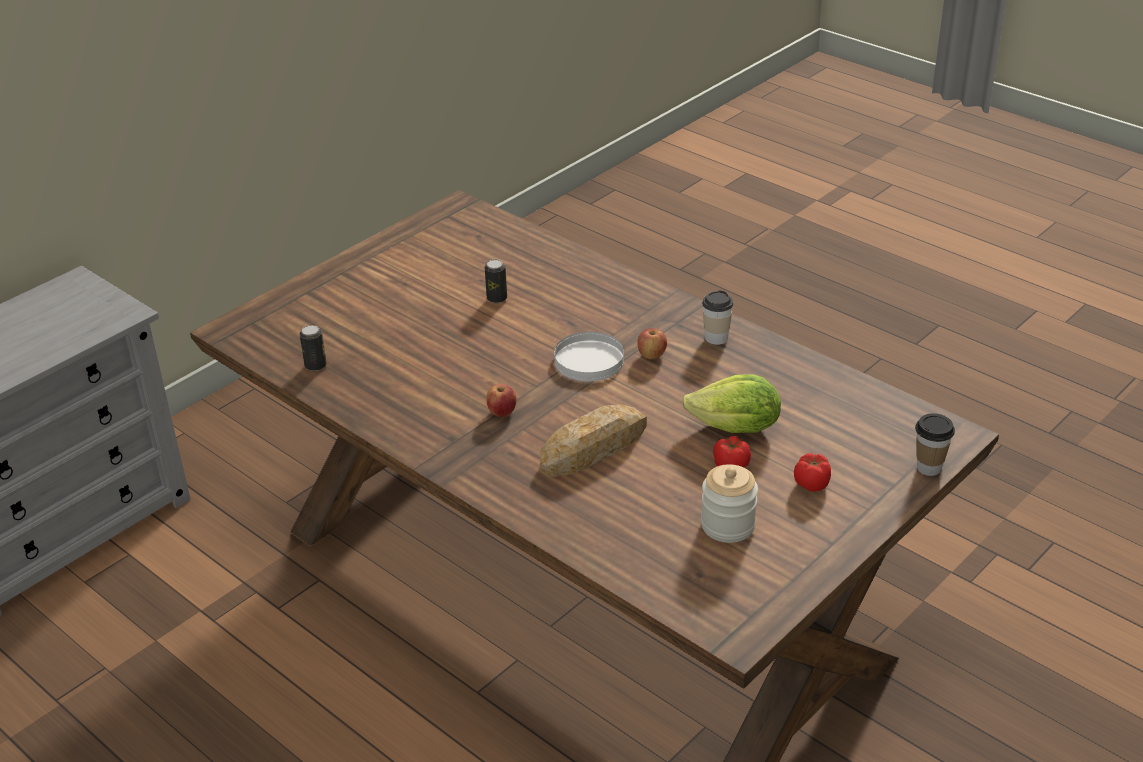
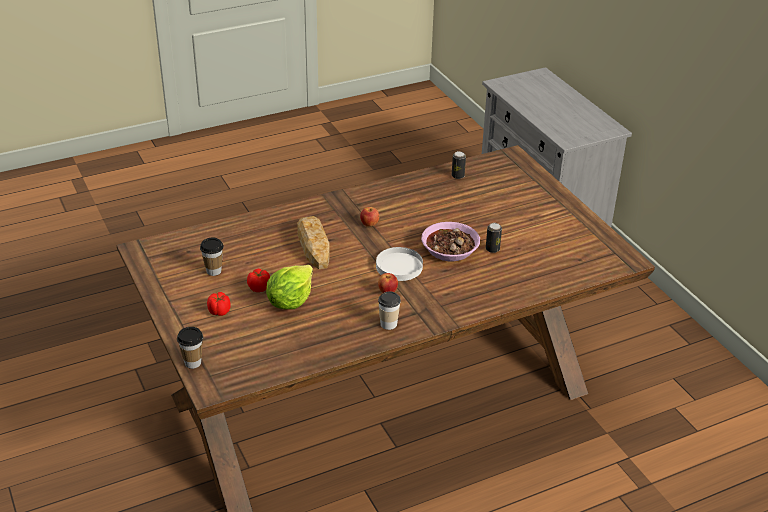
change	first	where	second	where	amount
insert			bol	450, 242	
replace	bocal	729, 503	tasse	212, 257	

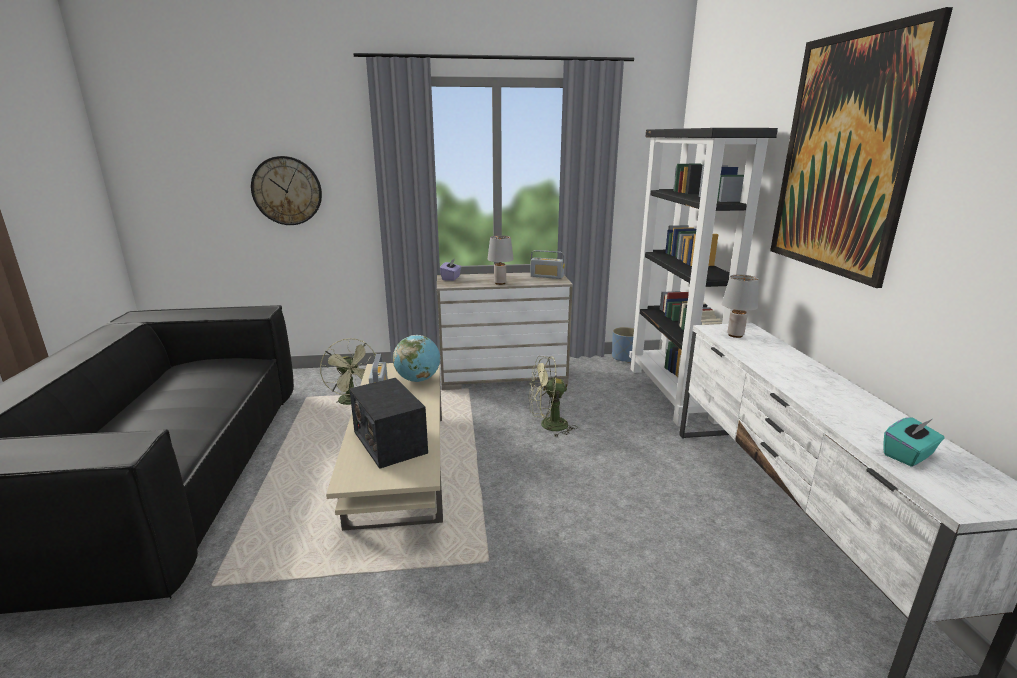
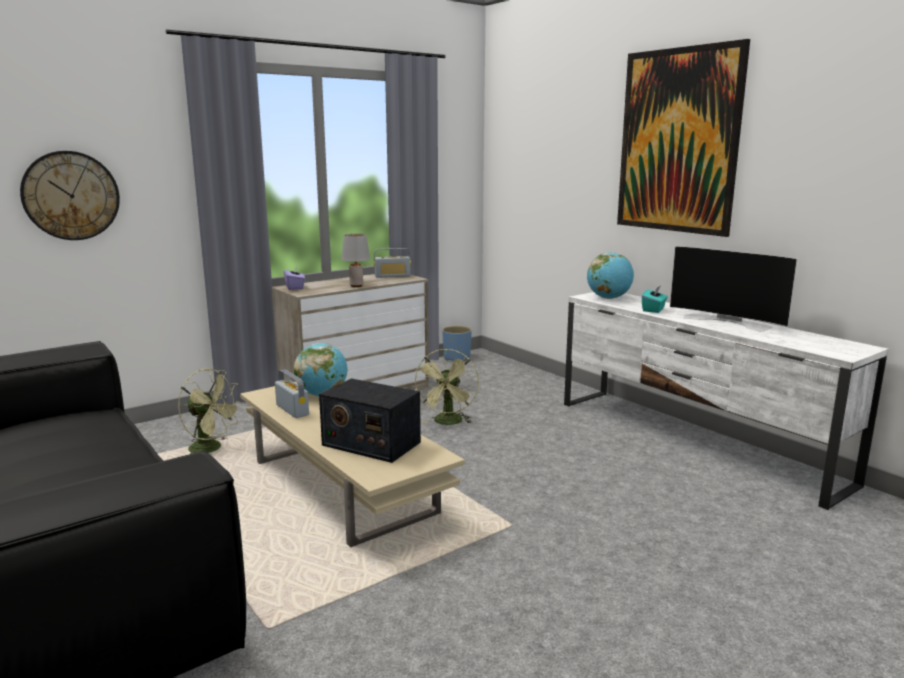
change	first	where	second	where	amount
delete	bibliothèque/noir	703, 277			
insert			téléviseur	733, 288	
move	boîte à mouchoirs/turquoise	914, 441		655, 299	
replace	lampe de table/gris	740, 306	globe	610, 275	
rotate	ventilateur/vert	553, 396		447, 387	45 degrees counterclockwise

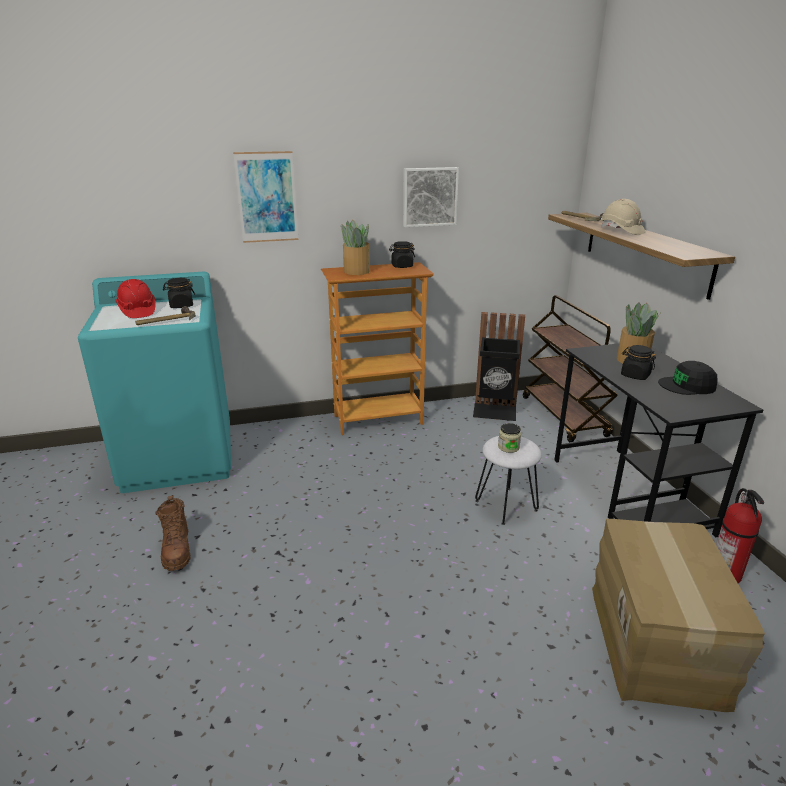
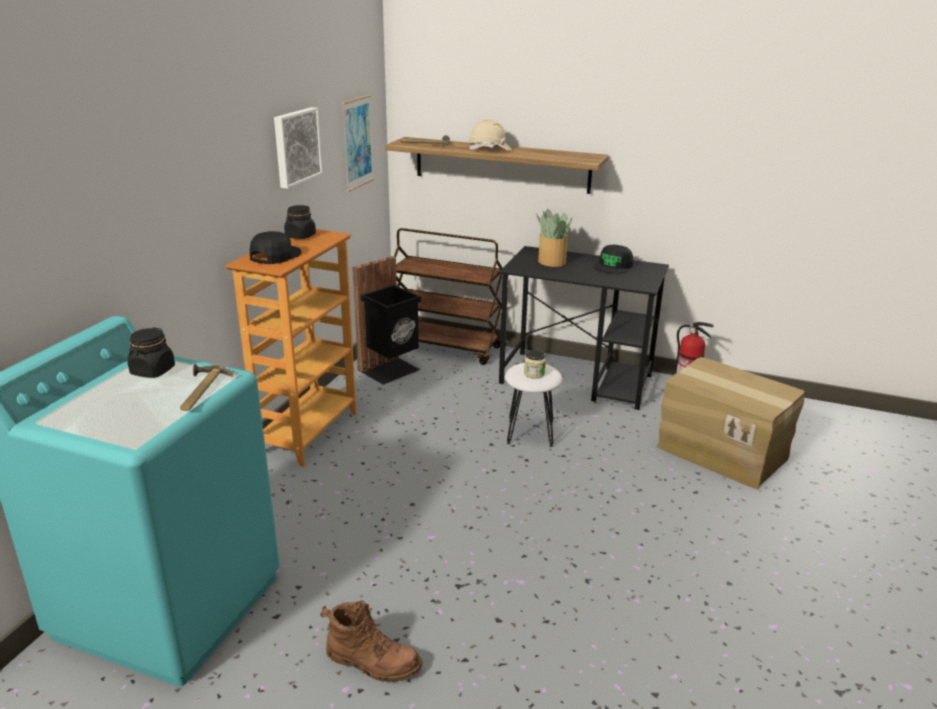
change	first	where	second	where	amount
delete	casque de chantier/rouge	135, 298			
delete	bocal/noir	638, 362			
move	tableau	266, 197		358, 143	
replace	plante en pot	355, 247	casquette/noir	276, 247	

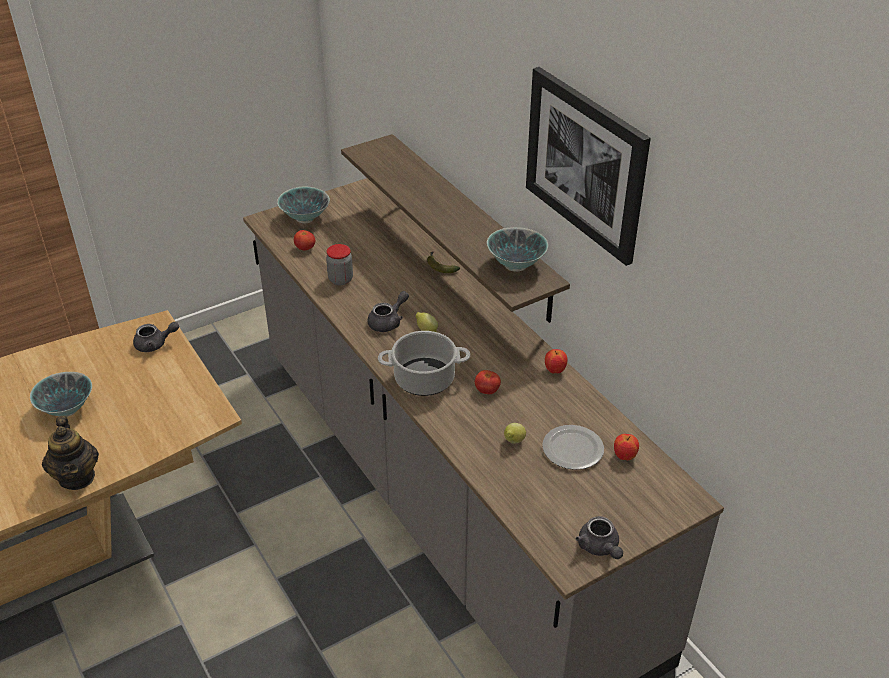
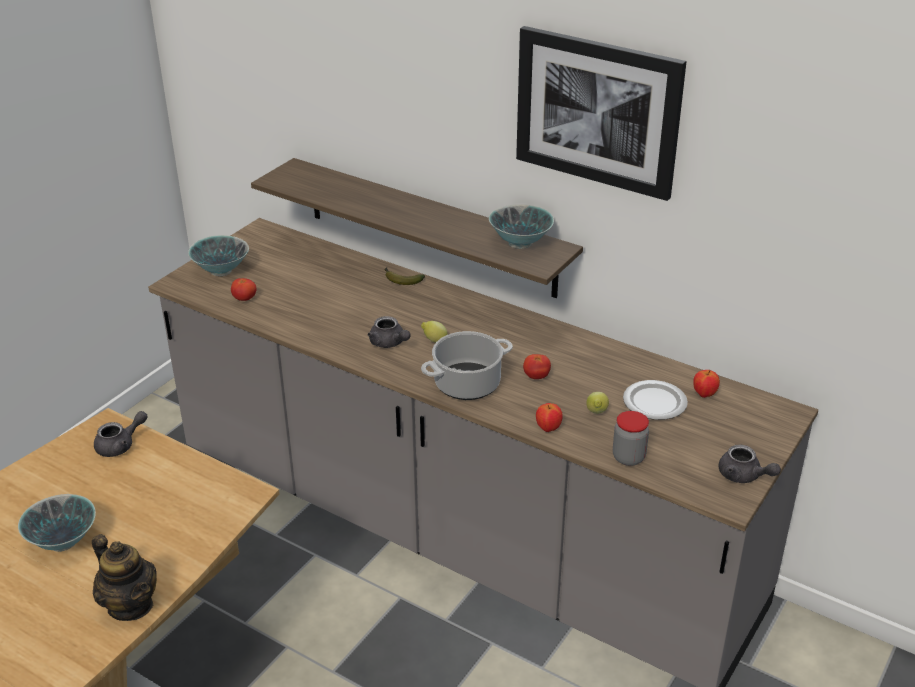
change	first	where	second	where	amount
move	bocal	339, 264		631, 438	
move	pomme	556, 361		549, 417	
rotate	théière/gris	388, 311		389, 332	120 degrees clockwise

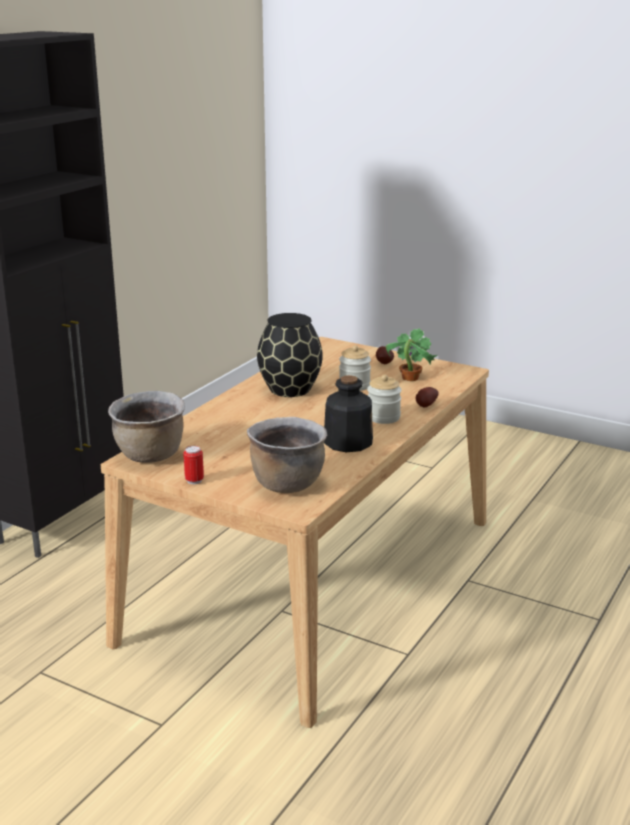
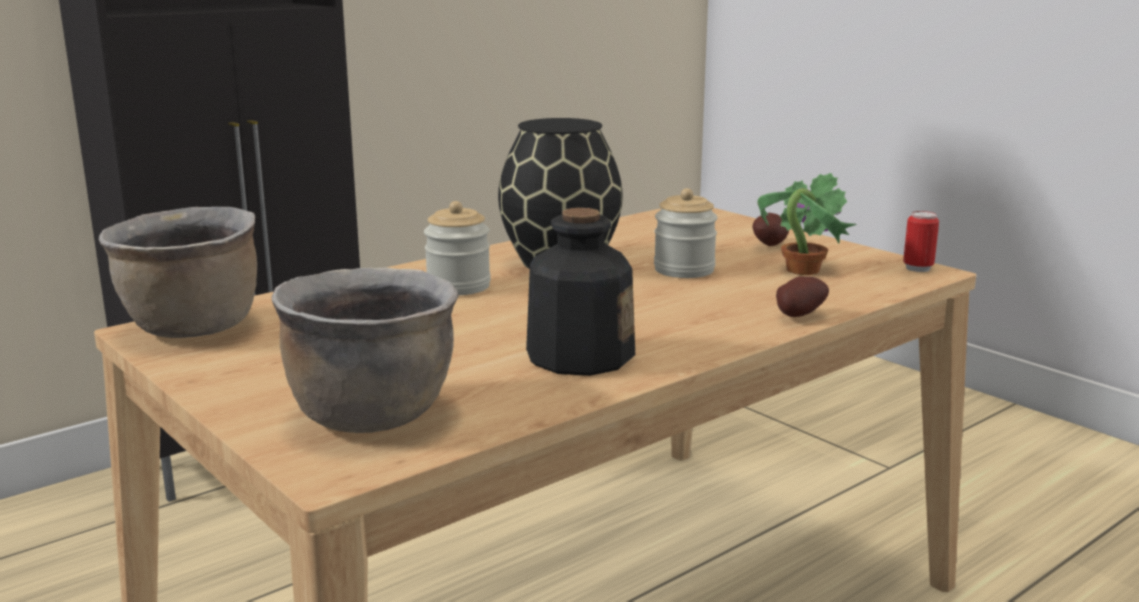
change	first	where	second	where	amount
move	boîte métallique	193, 465		921, 241	
move	bocal	384, 399		457, 248	

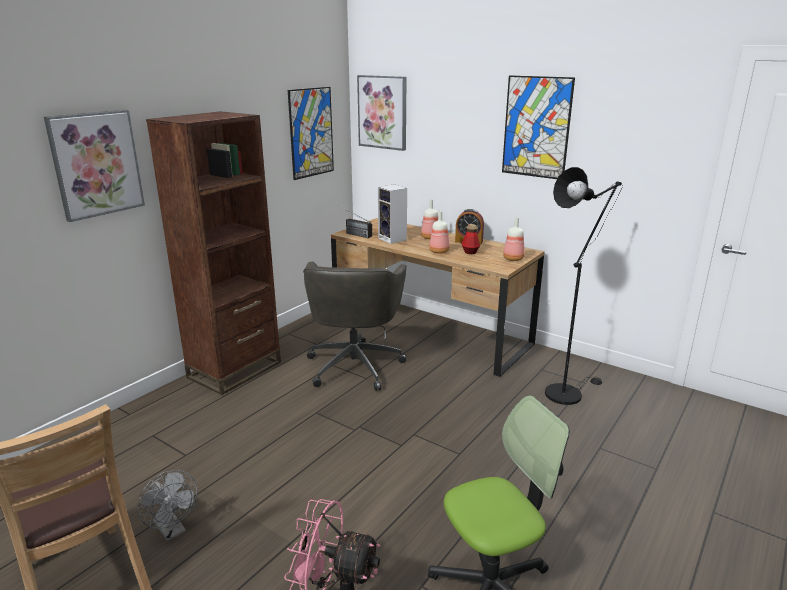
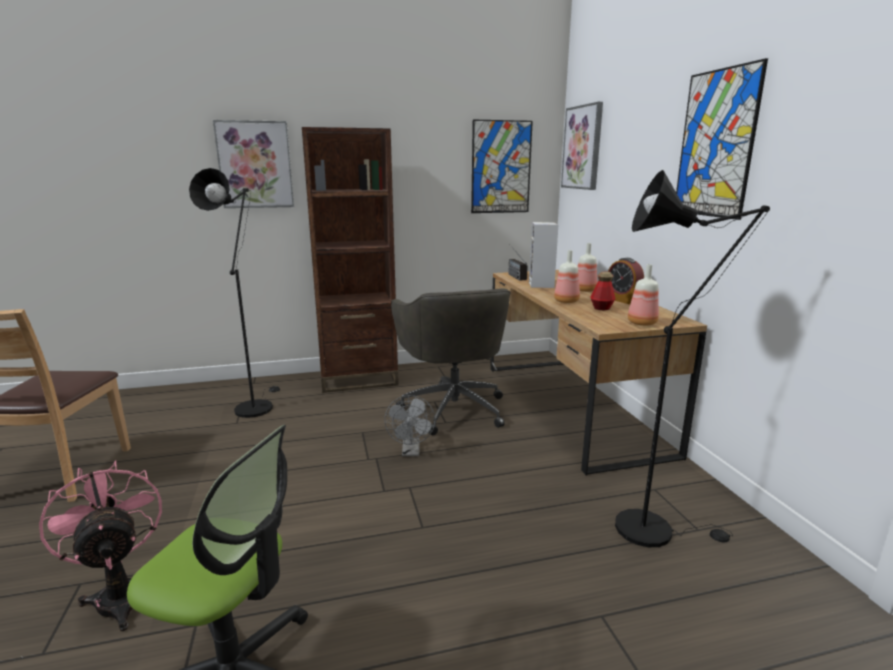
change	first	where	second	where	amount
insert			lampadaire/noir	234, 293	
move	ventilateur/gris	167, 505		409, 426	
rotate	chaise de bureau/gris	355, 326		450, 361	60 degrees counterclockwise

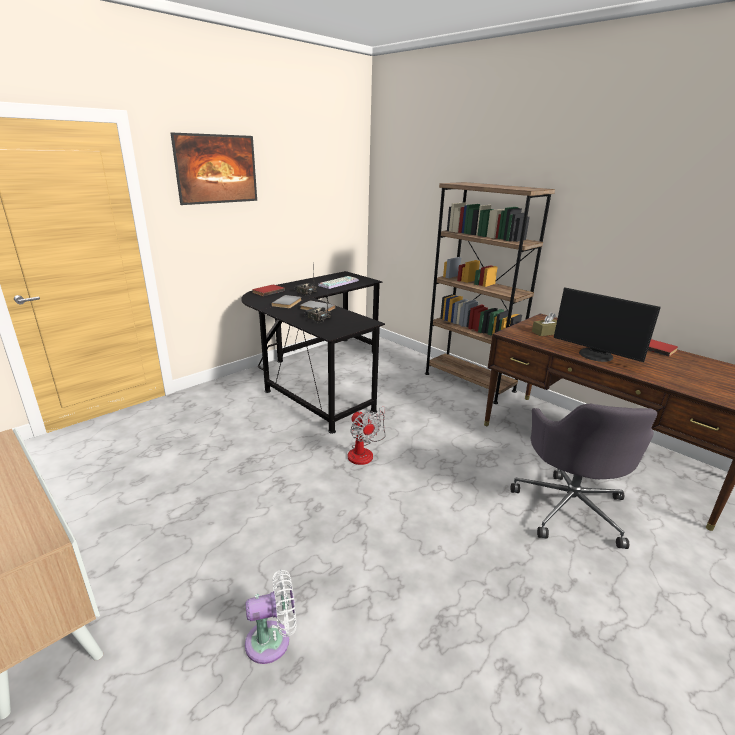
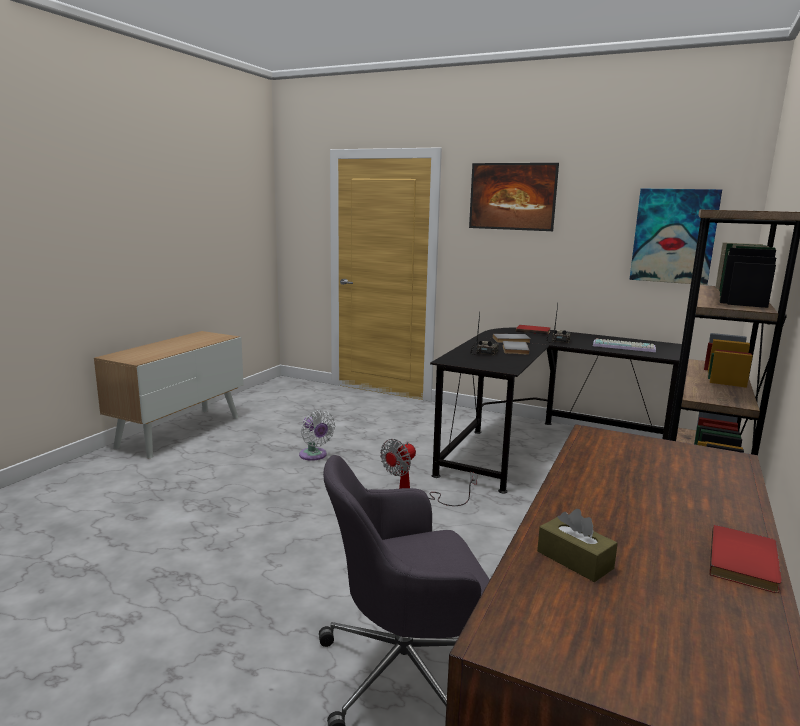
change	first	where	second	where	amount
delete	écran d'ordinateur	607, 324			
insert			tableau	675, 237	
move	ventilateur/blanc	270, 617		317, 435	
move	boîte à mouchoirs/marron	544, 324		577, 545	

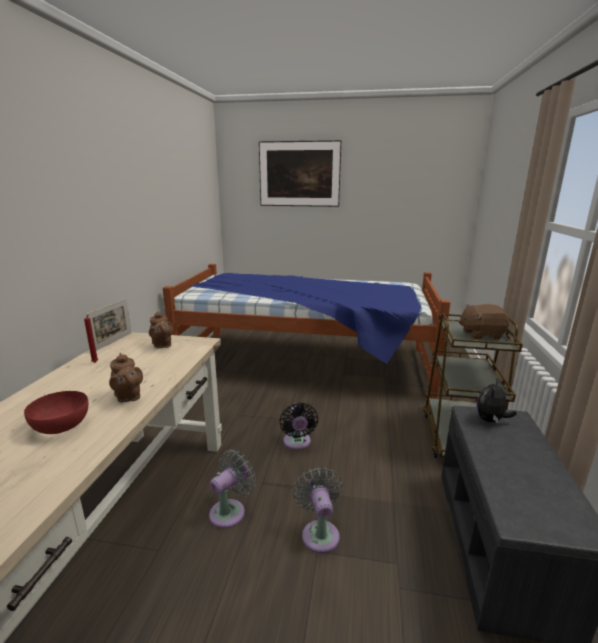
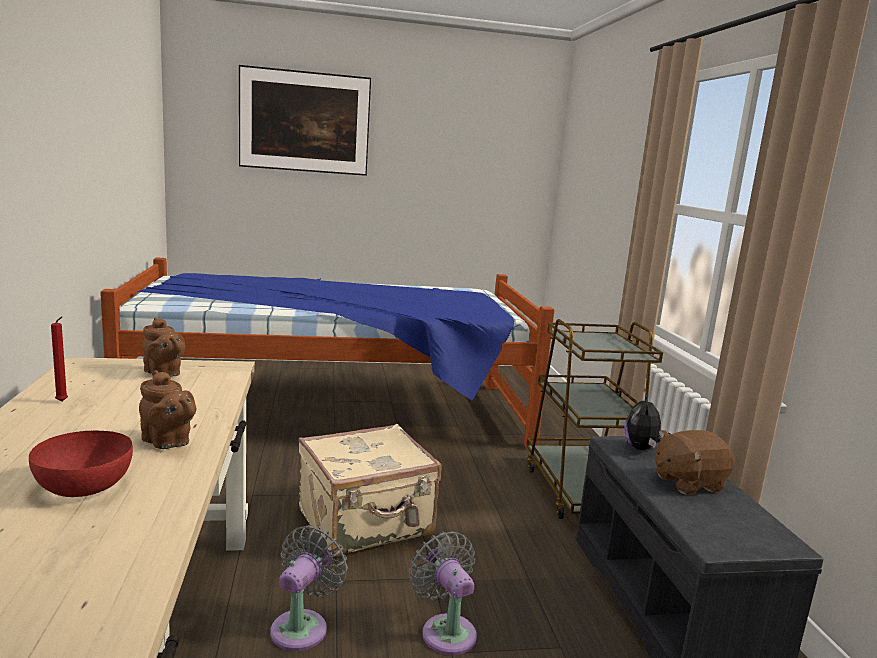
change	first	where	second	where	amount
delete	cadre photo	108, 325			
move	peluche/marron	483, 322		695, 462	
replace	ventilateur/noir	298, 426	valise/beige	370, 490	

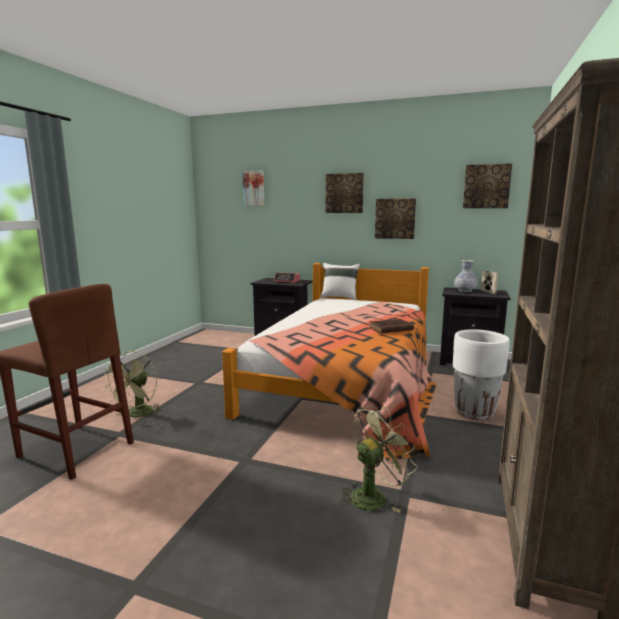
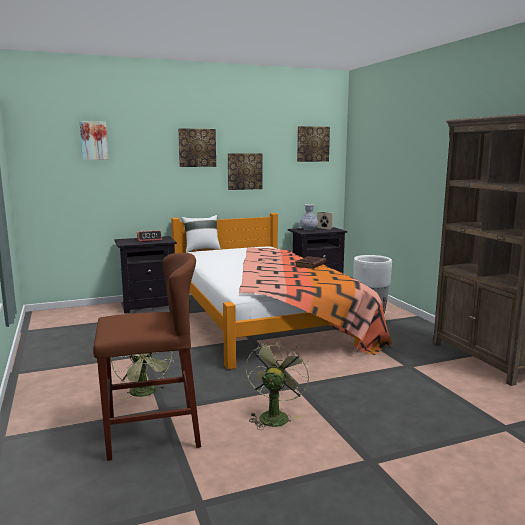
change	first	where	second	where	amount
move	ventilateur/vert	378, 459		277, 385	

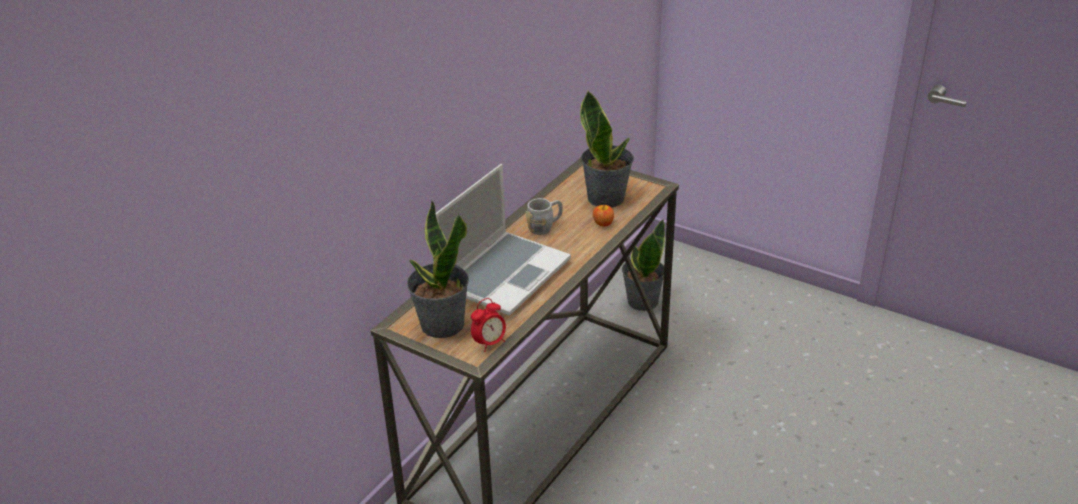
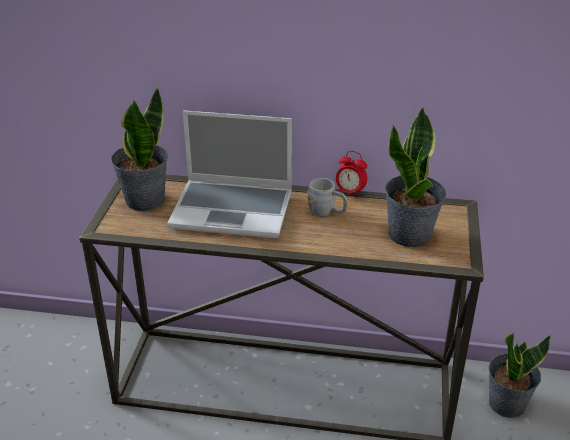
change	first	where	second	where	amount
delete	pomme	603, 215			
move	réveil	488, 325		351, 175	

